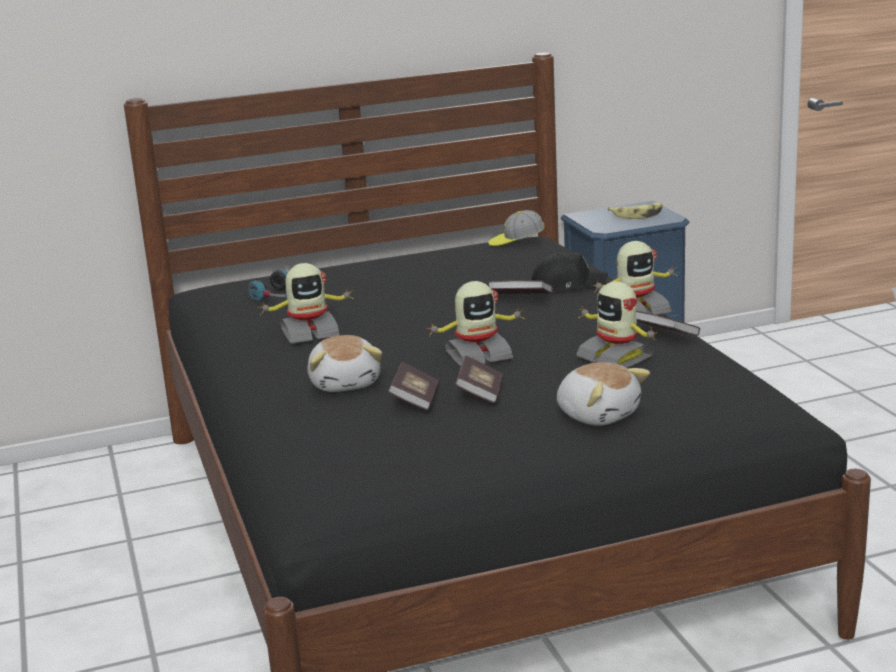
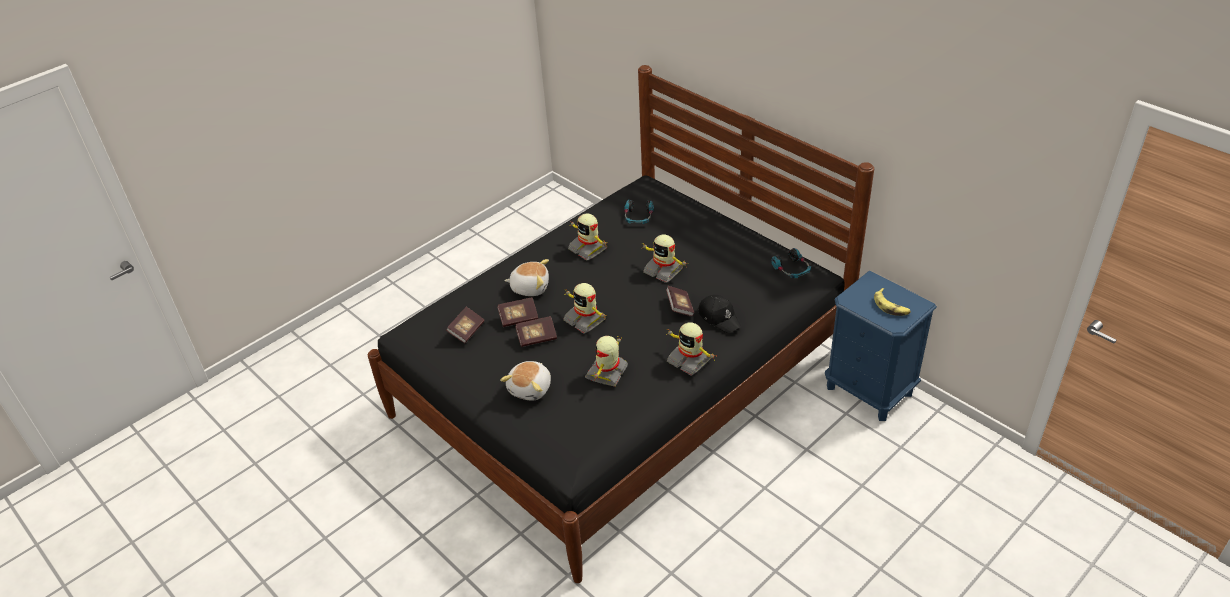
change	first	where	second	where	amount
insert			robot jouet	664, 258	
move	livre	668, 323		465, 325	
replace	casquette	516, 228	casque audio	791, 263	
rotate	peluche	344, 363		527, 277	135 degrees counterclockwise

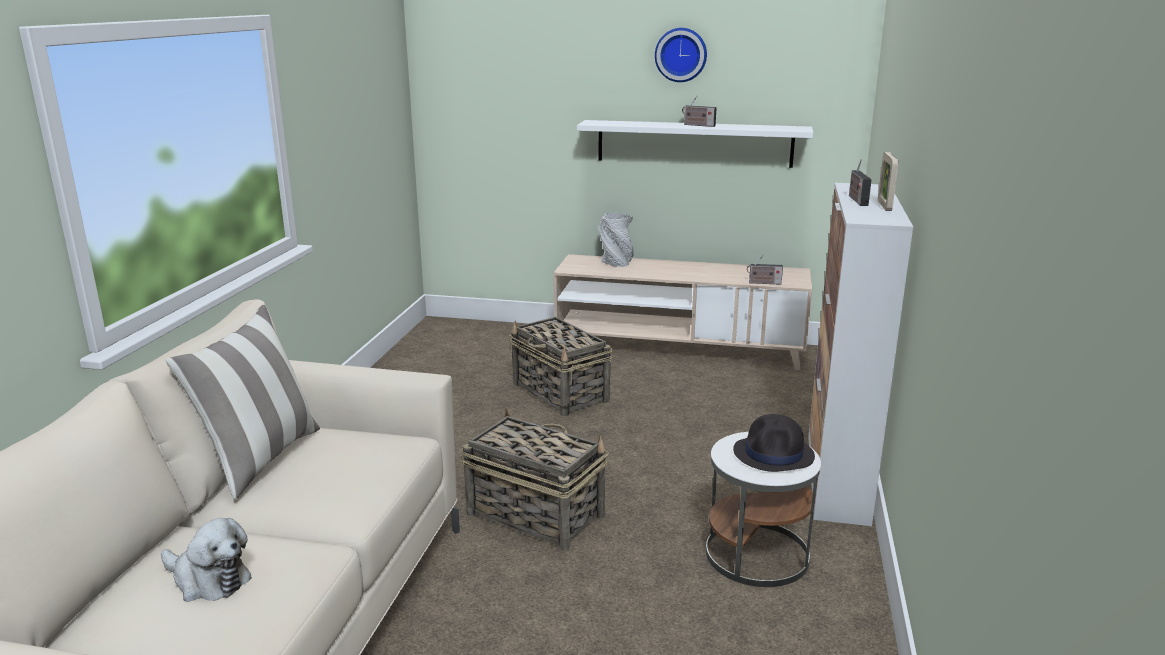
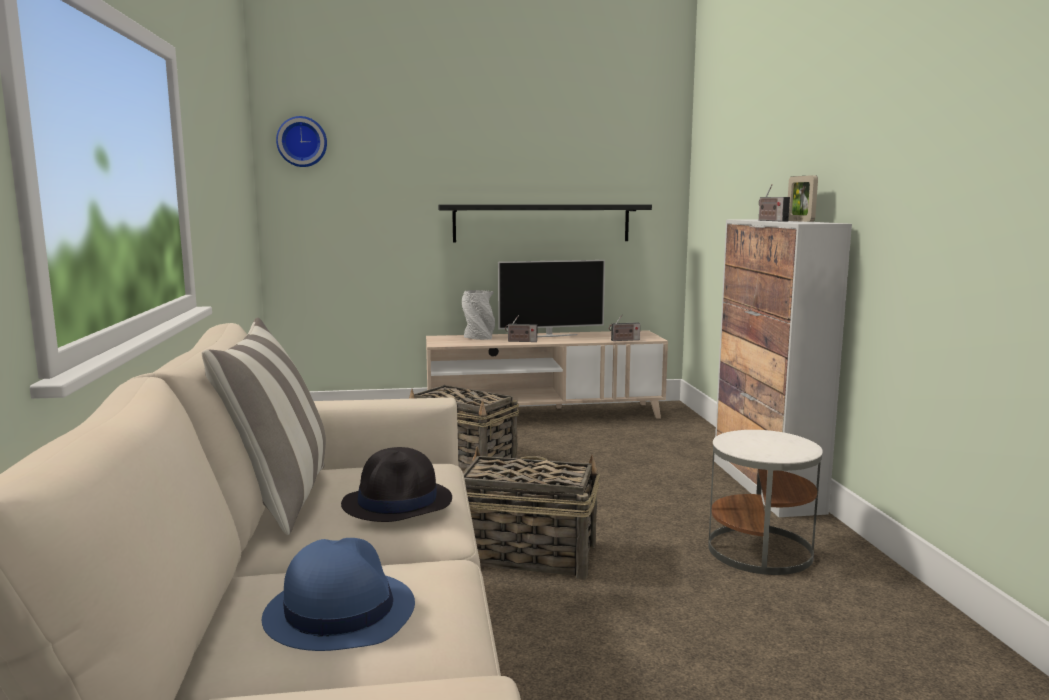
change	first	where	second	where	amount
insert			téléviseur	551, 298	
move	horloge murale	681, 55		301, 141	
move	radio	699, 111		521, 328	
move	chapeau/noir	774, 443		396, 484	
replace	peluche	206, 560	chapeau/bleu	338, 594	
recolor	étagère/blanc	695, 144	étagère/noir	545, 223	

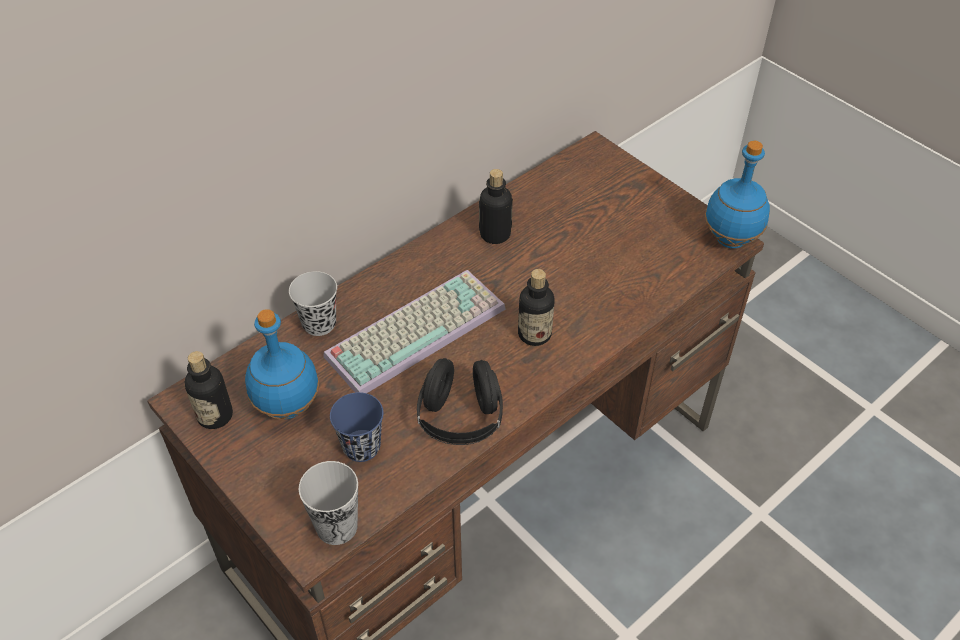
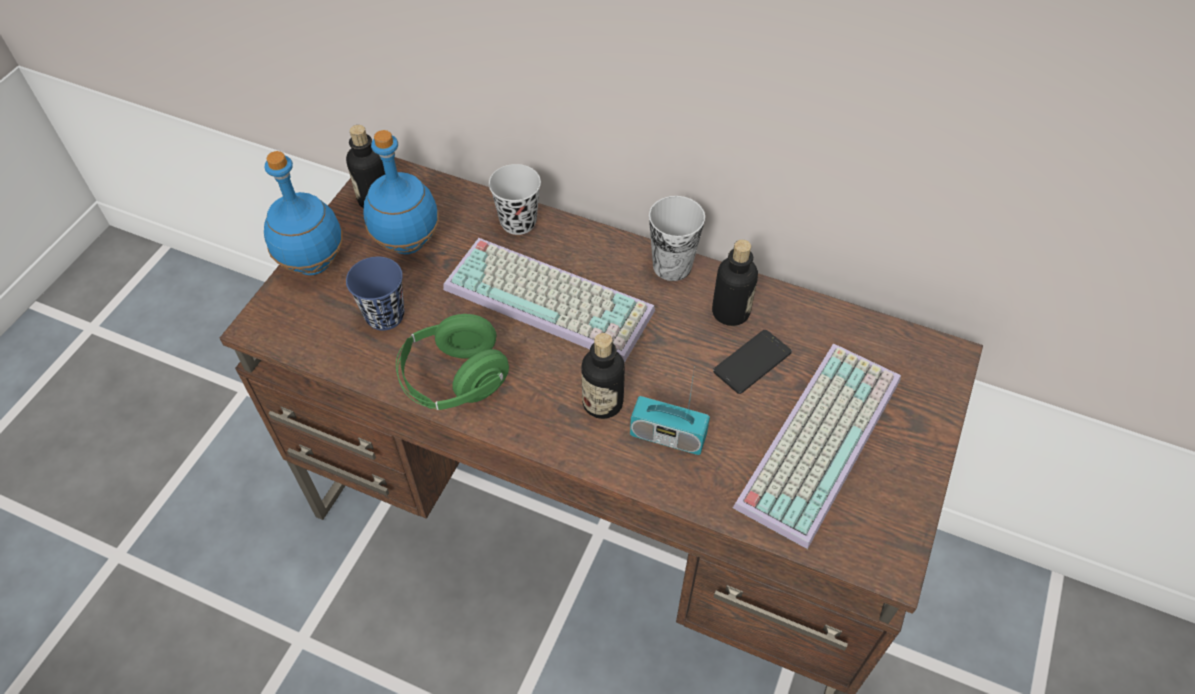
change	first	where	second	where	amount
insert			radio	670, 413	
insert			téléphone	752, 362	
insert			clavier	817, 446	
move	tasse	328, 503		677, 238	
move	bouteille/bleu	737, 195		303, 213	
recolor	casque audio/noir	460, 401	casque audio/vert	452, 362	

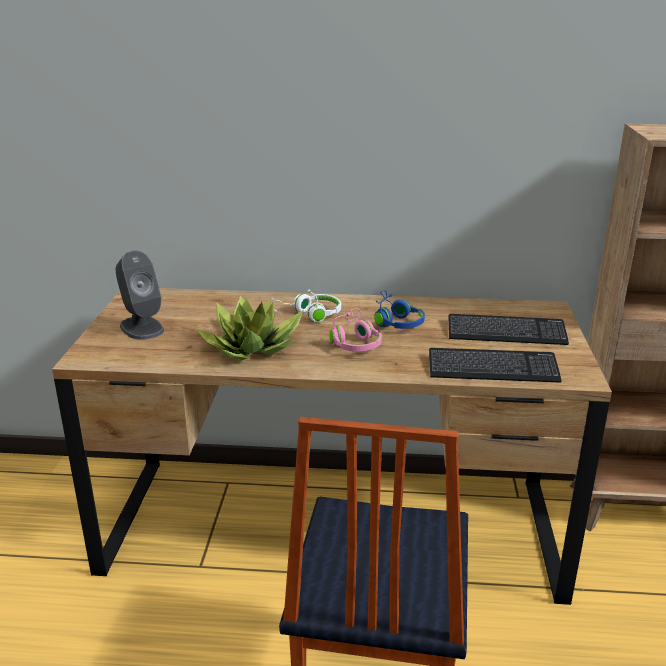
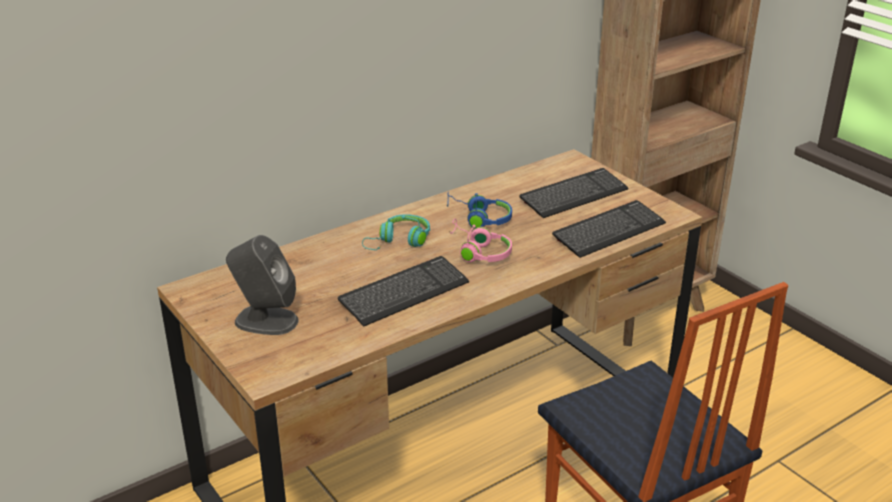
change	first	where	second	where	amount
replace	plante en pot	250, 327	clavier	403, 291	
recolor	casque audio/blanc	306, 306	casque audio/turquoise	396, 232	

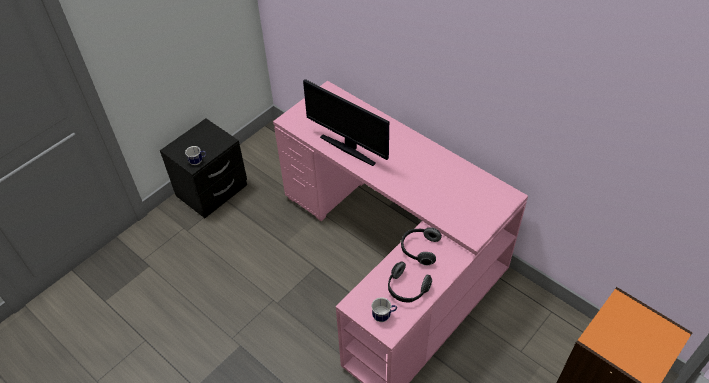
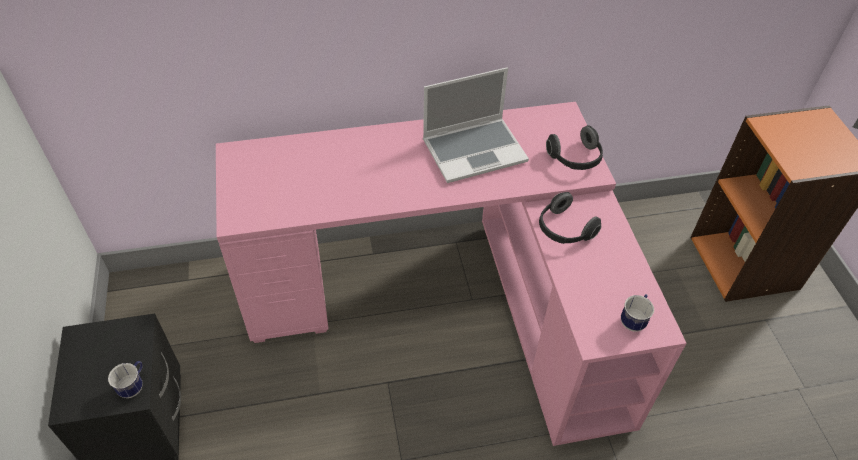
change	first	where	second	where	amount
delete	écran d'ordinateur	346, 122			
insert			ordinateur portable	476, 125	
move	casque audio	410, 282		574, 147	

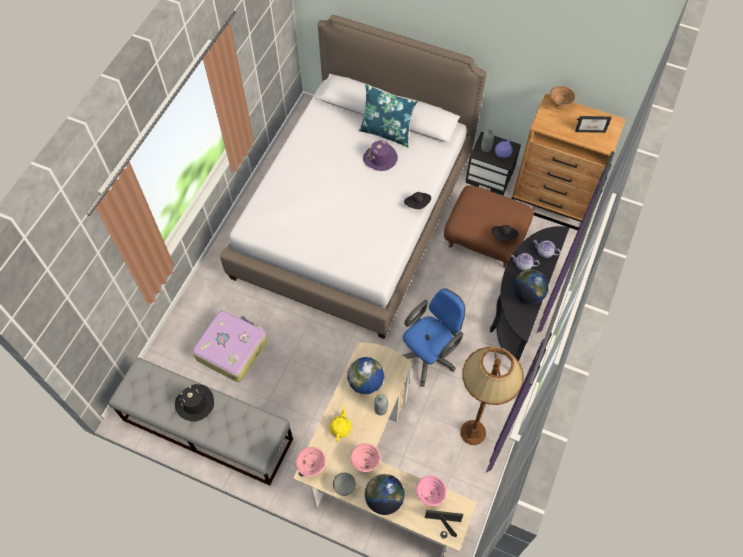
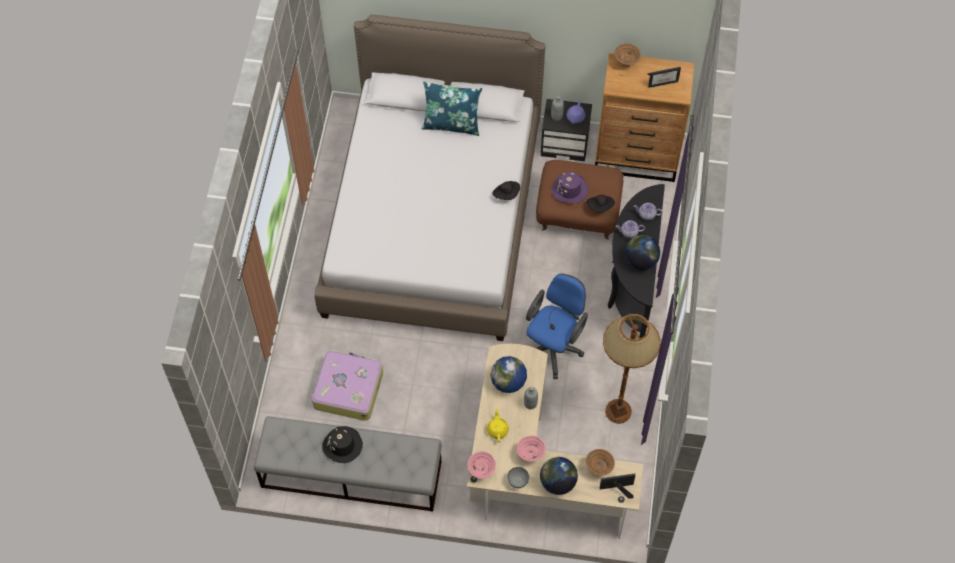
change	first	where	second	where	amount
move	chapeau/violet	380, 155		570, 188	
recolor	bol/rose	431, 490	bol/marron	600, 462	

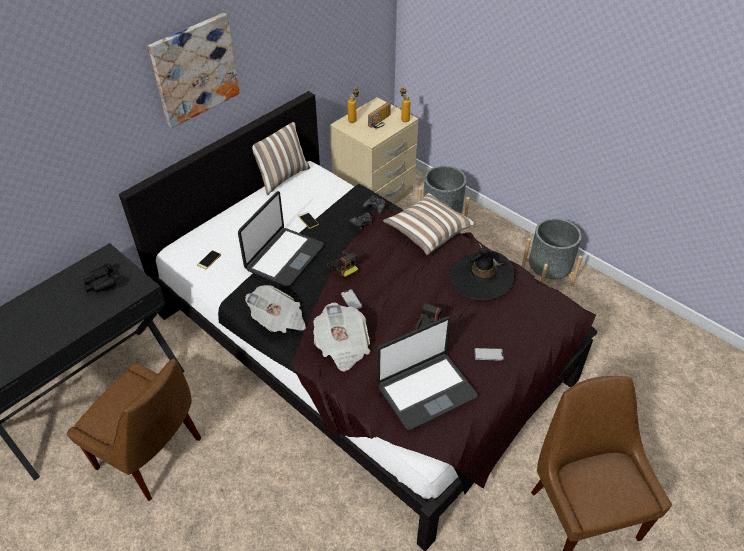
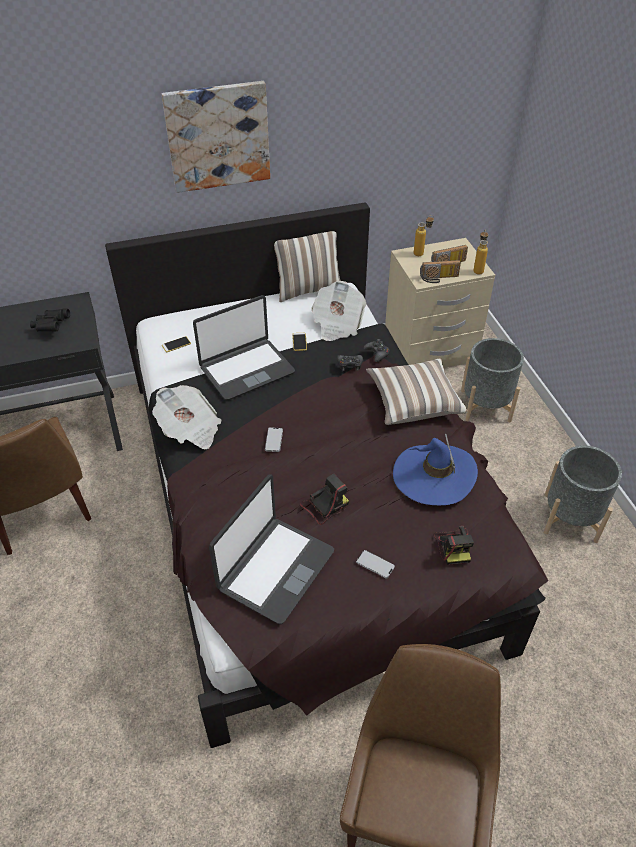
change	first	where	second	where	amount
insert			radio	440, 271	
move	journal	341, 337		338, 311	
move	appareil photo	343, 265		454, 545	
recolor	chapeau/noir	482, 271	chapeau/bleu	435, 469	
rotate	ordinateur portable	427, 374		271, 549	60 degrees counterclockwise

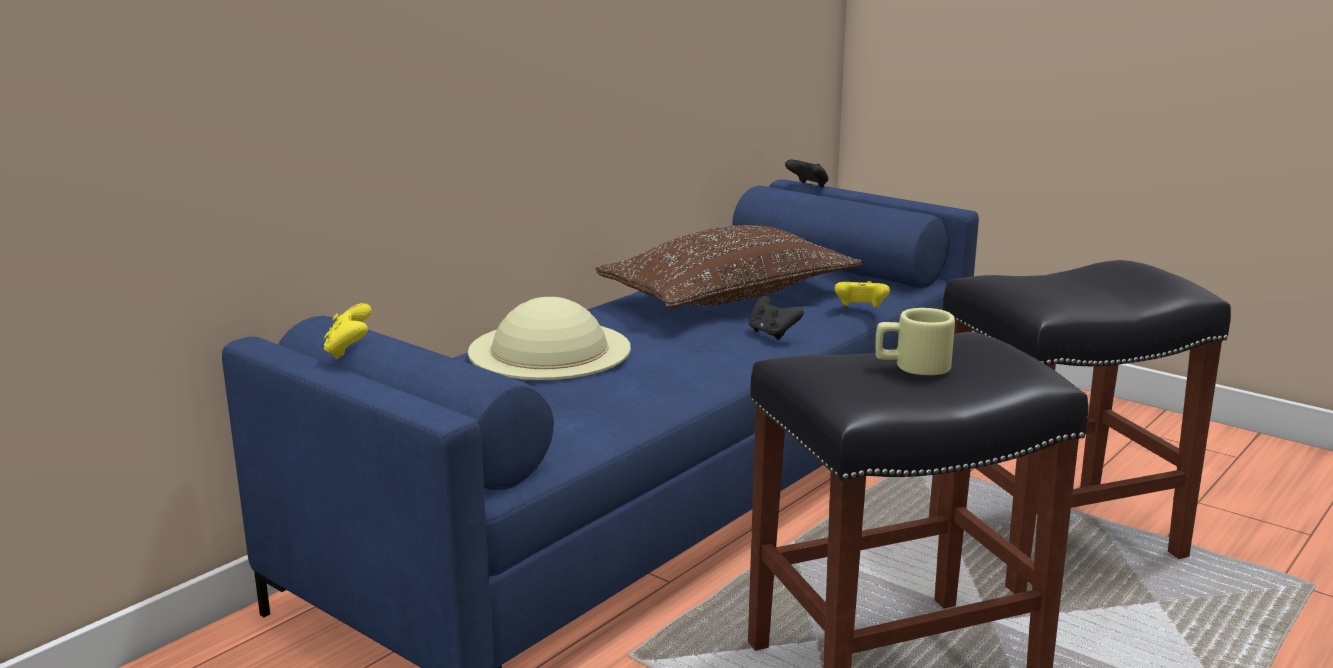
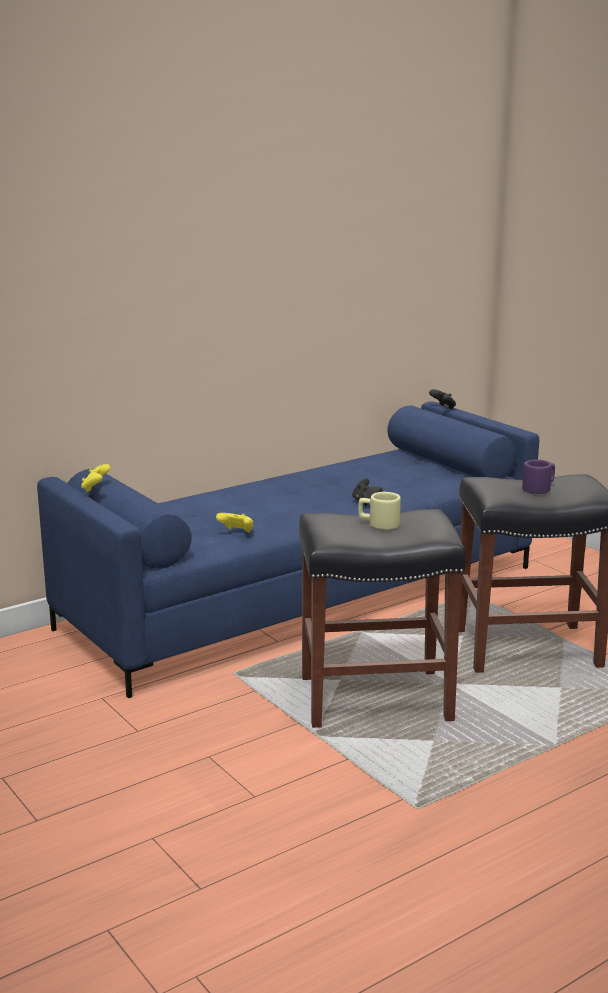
change	first	where	second	where	amount
delete	chapeau/beige	549, 338			
delete	coussin/marron	729, 266			
insert			mug/violet	538, 476	
move	manette/jaune	862, 294		234, 523	

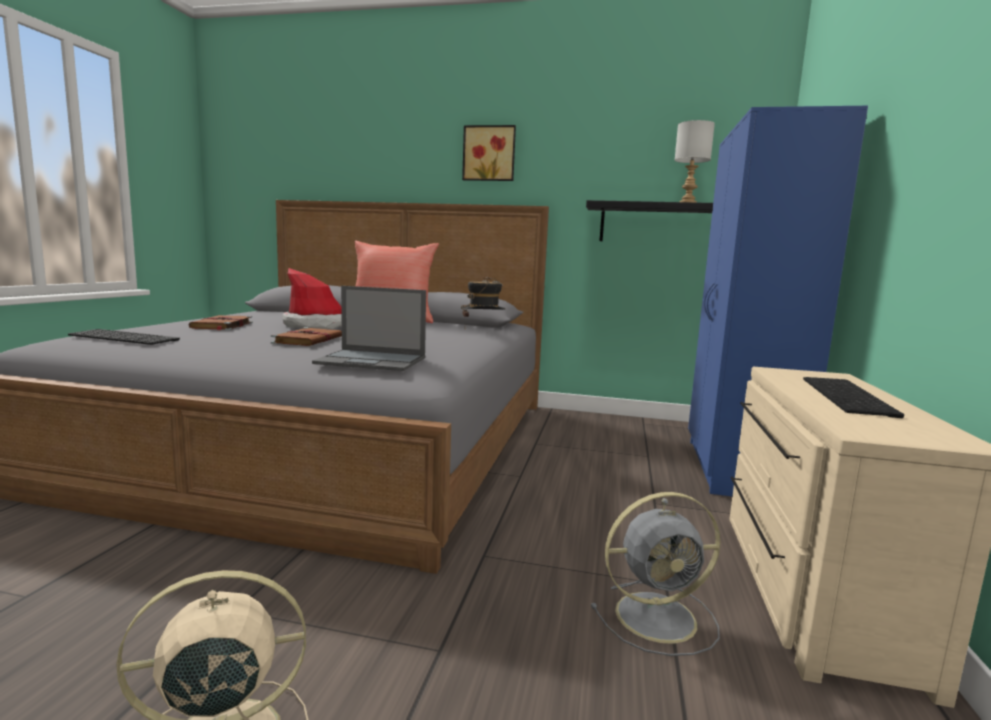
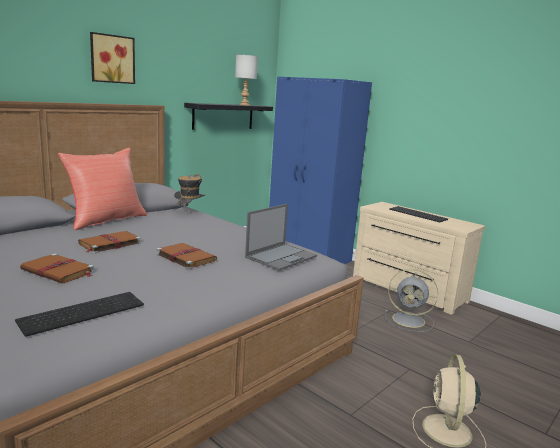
change	first	where	second	where	amount
replace	chapeau	312, 298	livre/marron	109, 242	
rotate	ventilateur/gris	655, 574		411, 300	90 degrees clockwise

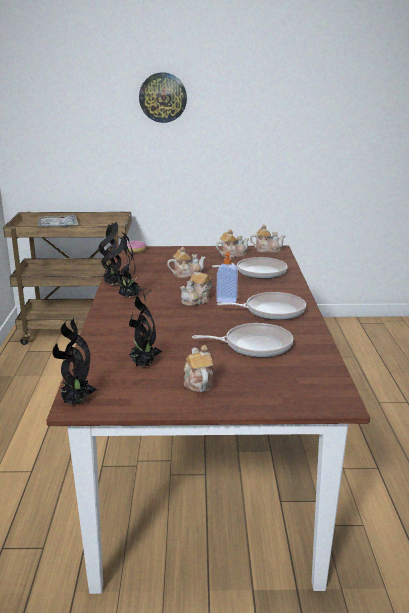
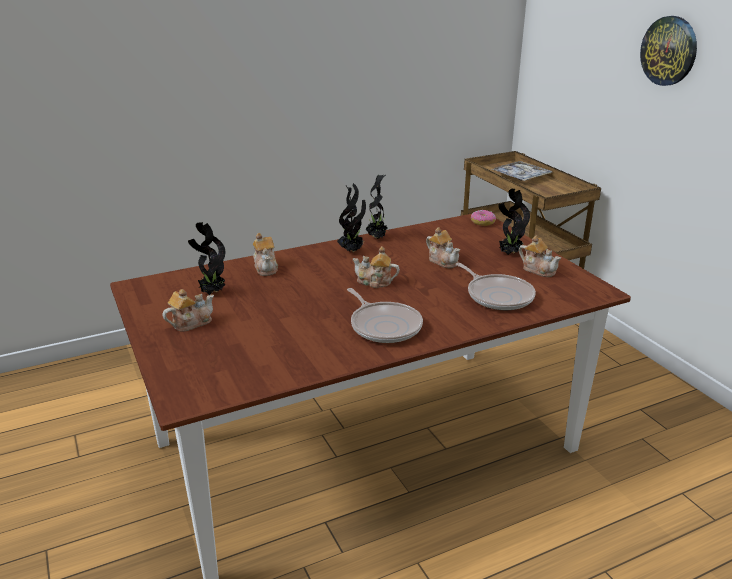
change	first	where	second	where	amount
delete	poêle	242, 340			
delete	distributeur de savon	227, 277			
move	plante en pot	75, 361		514, 222	
move	théière	267, 238		265, 254	

